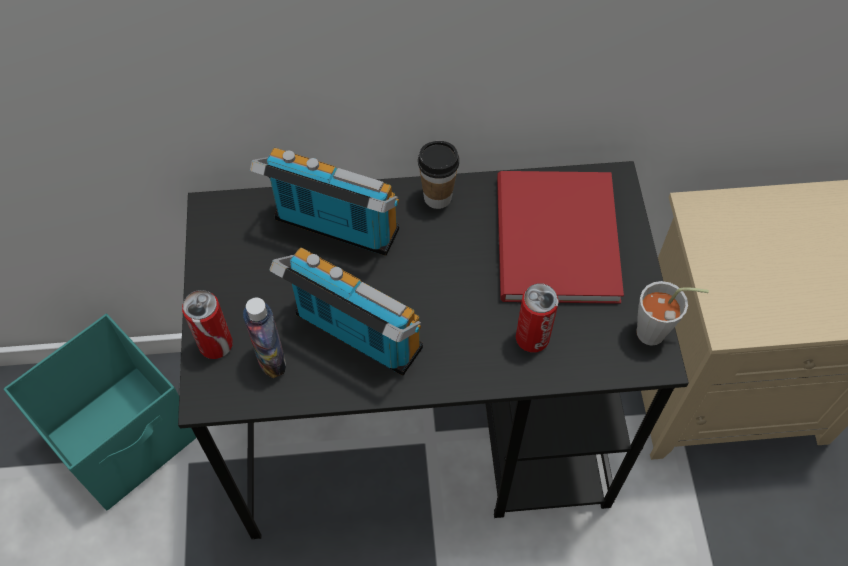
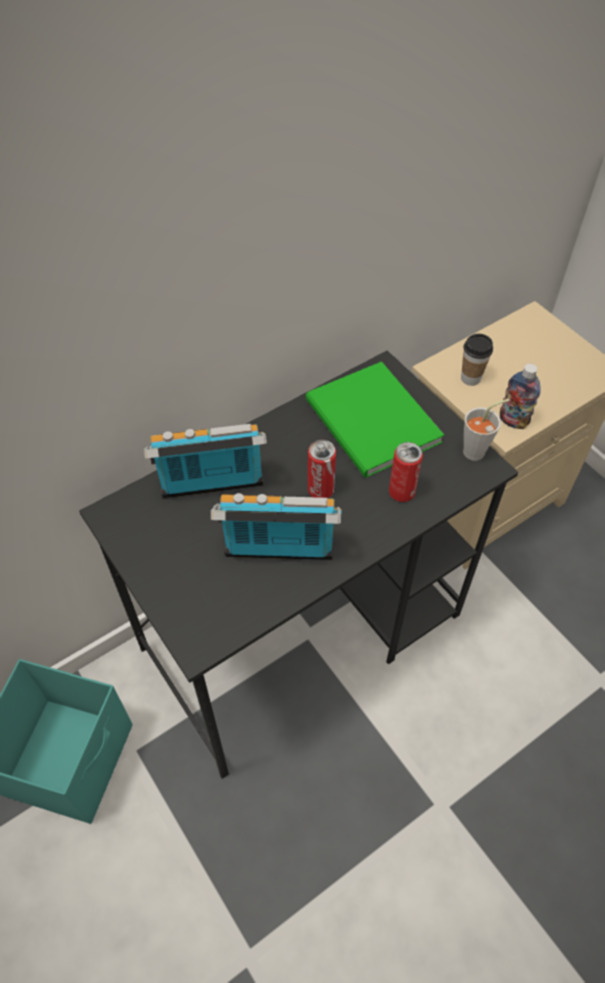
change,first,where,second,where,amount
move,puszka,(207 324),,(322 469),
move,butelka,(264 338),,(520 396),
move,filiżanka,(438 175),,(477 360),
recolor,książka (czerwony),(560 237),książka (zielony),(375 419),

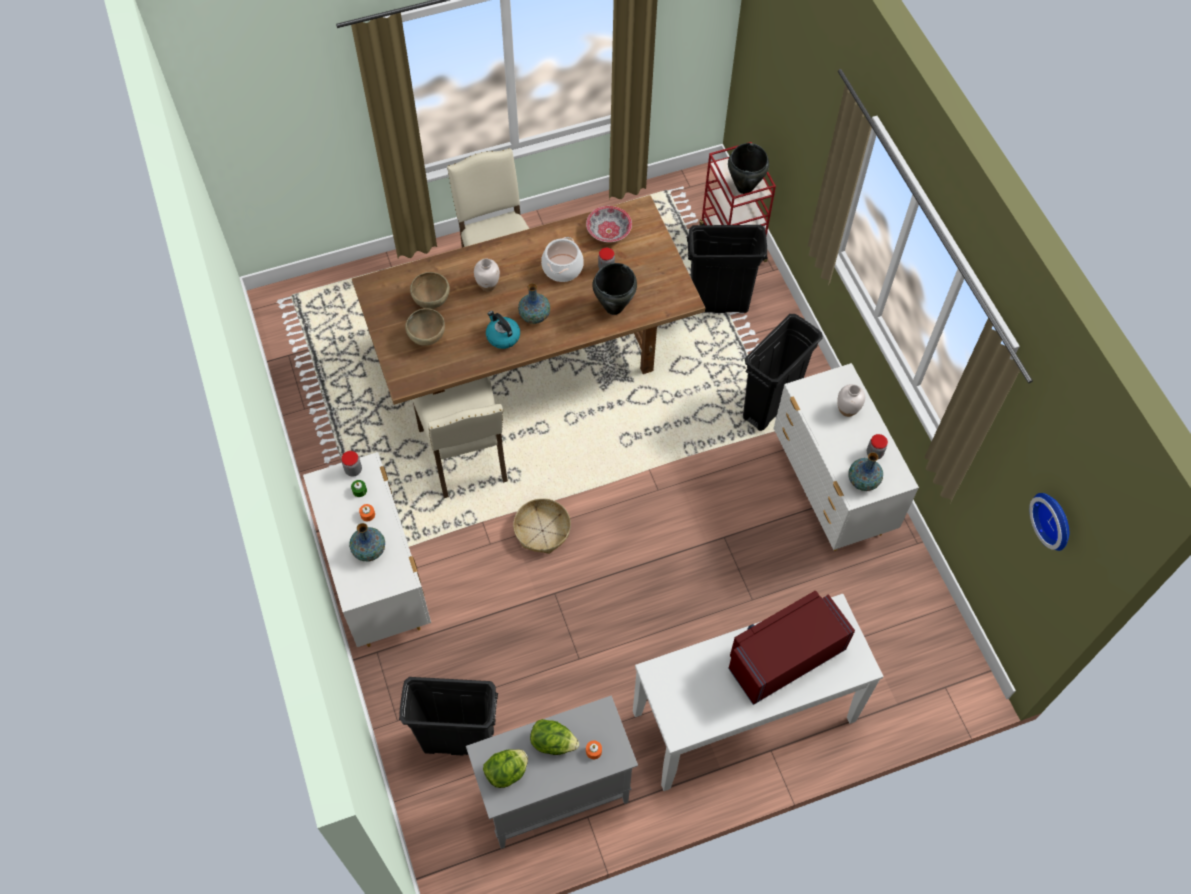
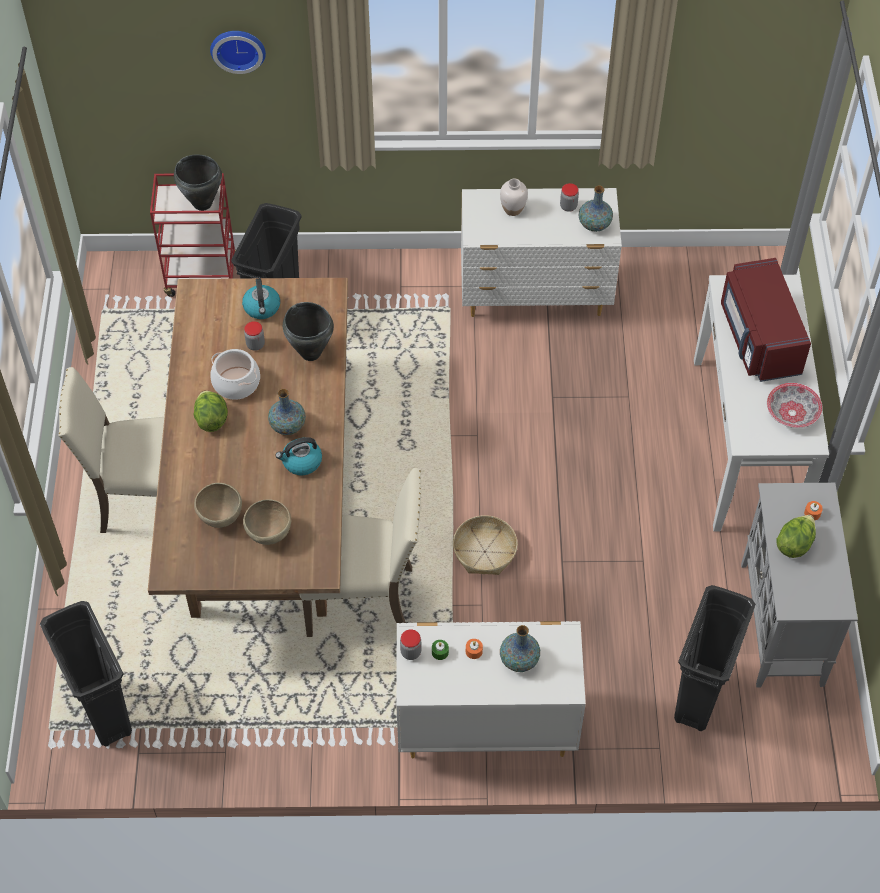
change,first,where,second,where,amount
delete,wazon (biały),(487 274),,,
insert,,,czajnik,(261 298),
move,sałata,(505 768),,(211 411),
move,miska,(609 224),,(794 405),
move,kosz na śmieci (czarny),(783 372),,(86 673),
move,zegar ścienny,(1049 522),,(238 52),

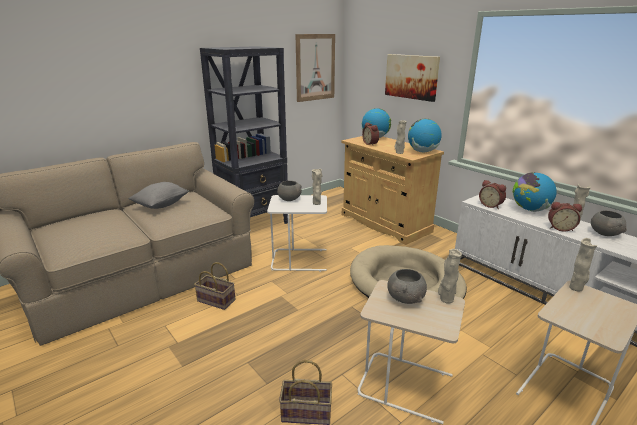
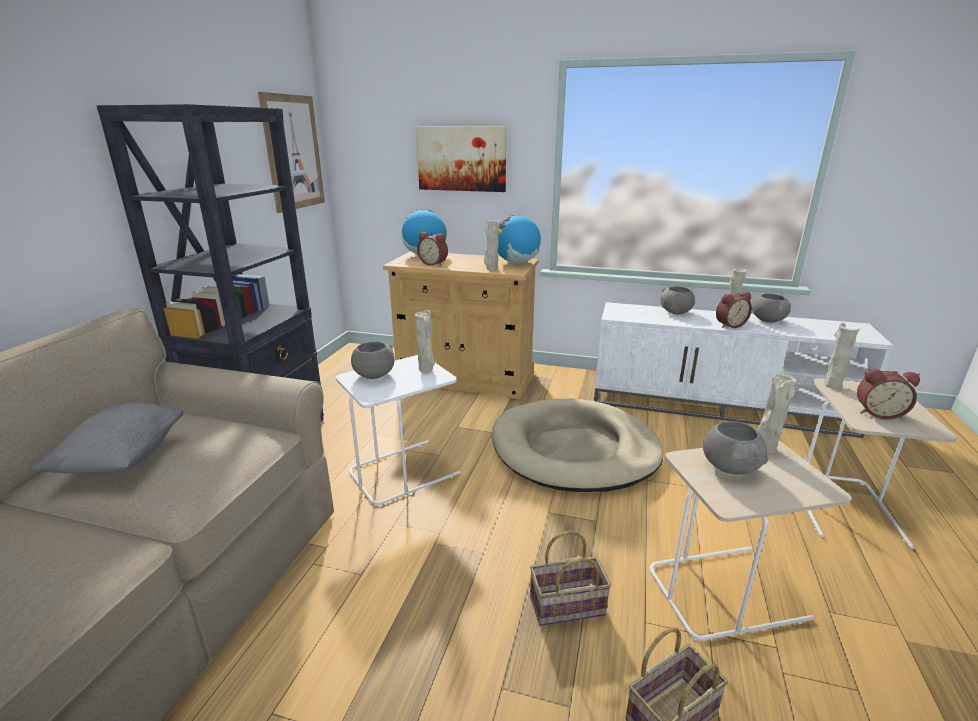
change,first,where,second,where,amount
move,koszyk,(215 286),,(570 578),
move,budzik,(492 194),,(888 394),
replace,globus,(535 192),miska (szary),(677 300),

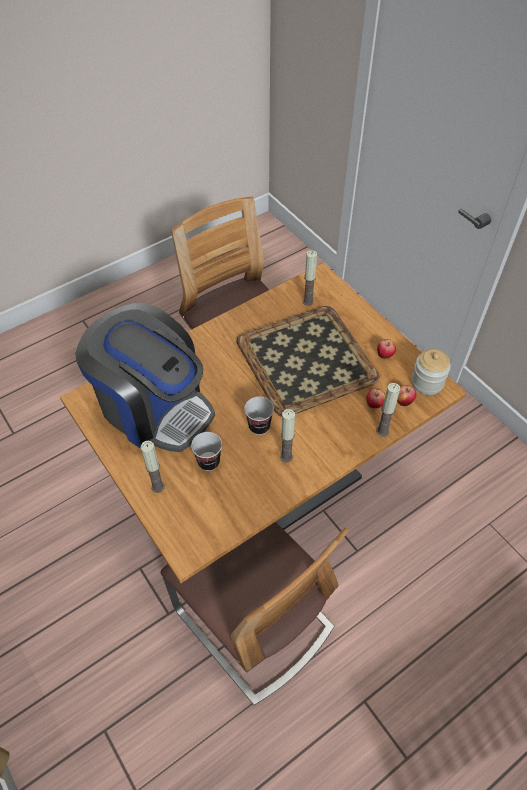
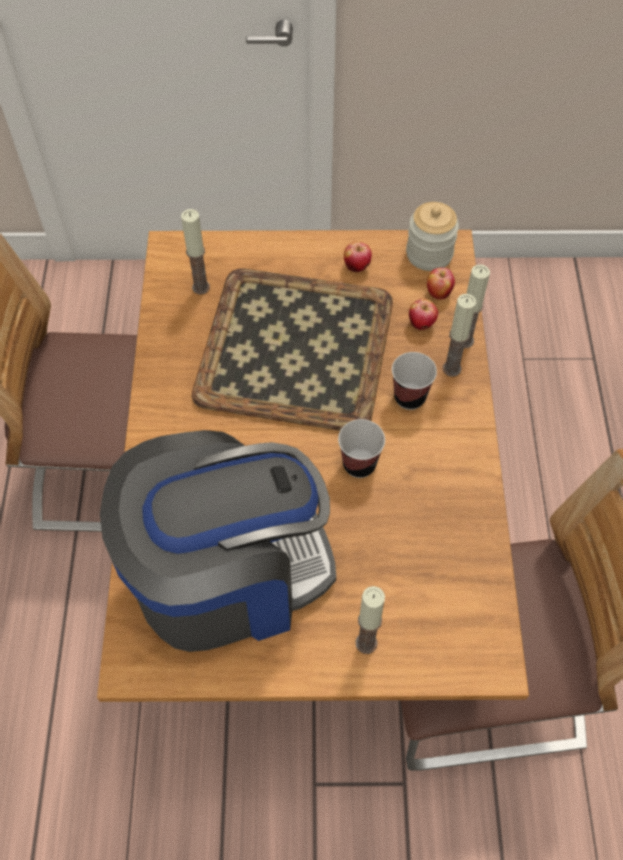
change,first,where,second,where,amount
move,filiżanka,(206 451),,(414 381),
move,świeca,(287 435),,(459 335),

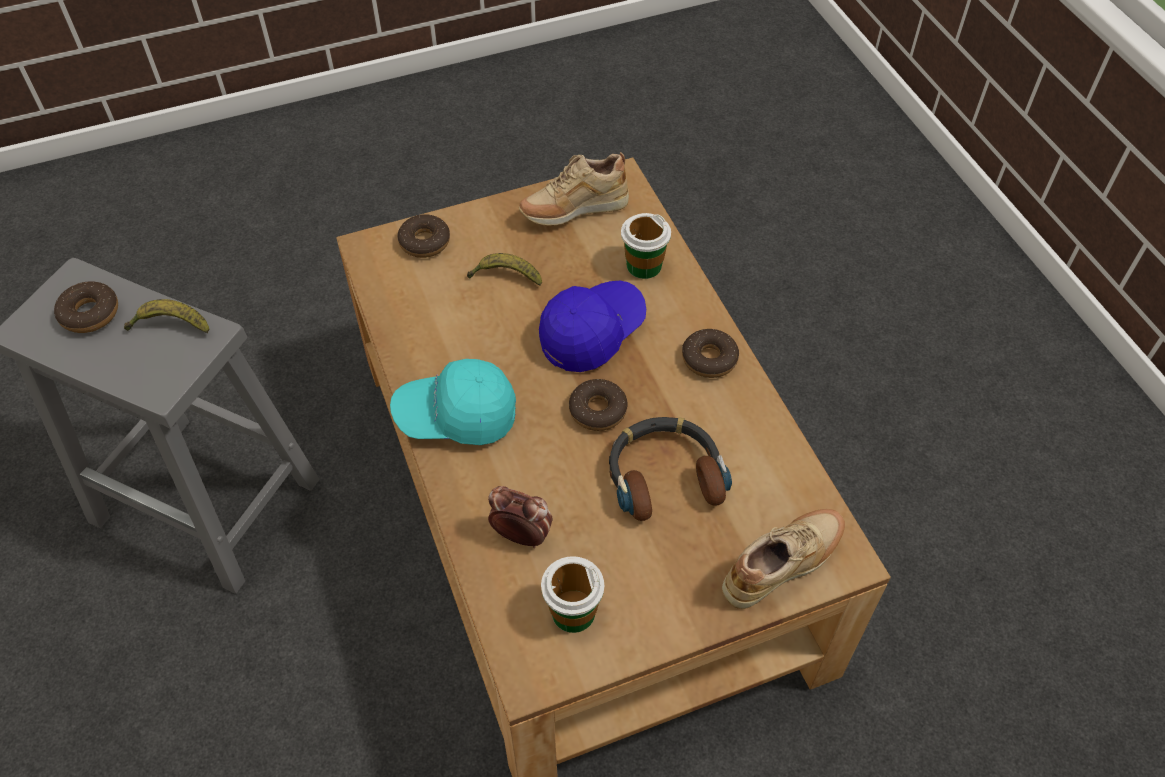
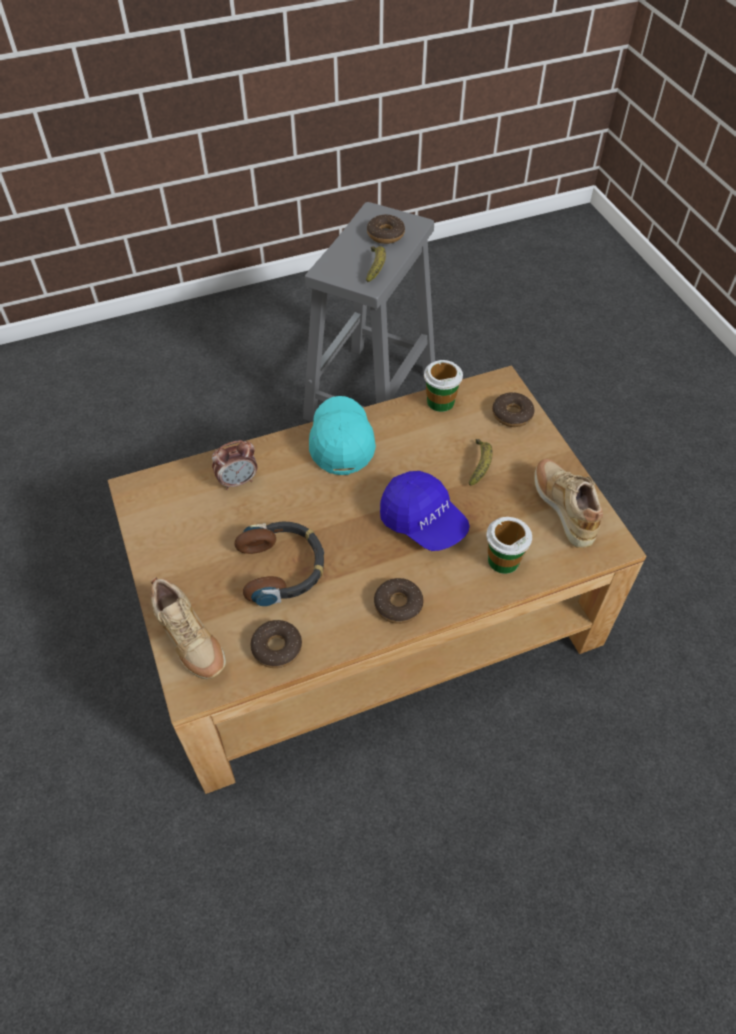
change,first,where,second,where,amount
move,filiżanka,(572 594),,(443 386),
move,donut,(598 405),,(276 644),
rotate,budzik,(520 517),,(235 465),45 degrees clockwise

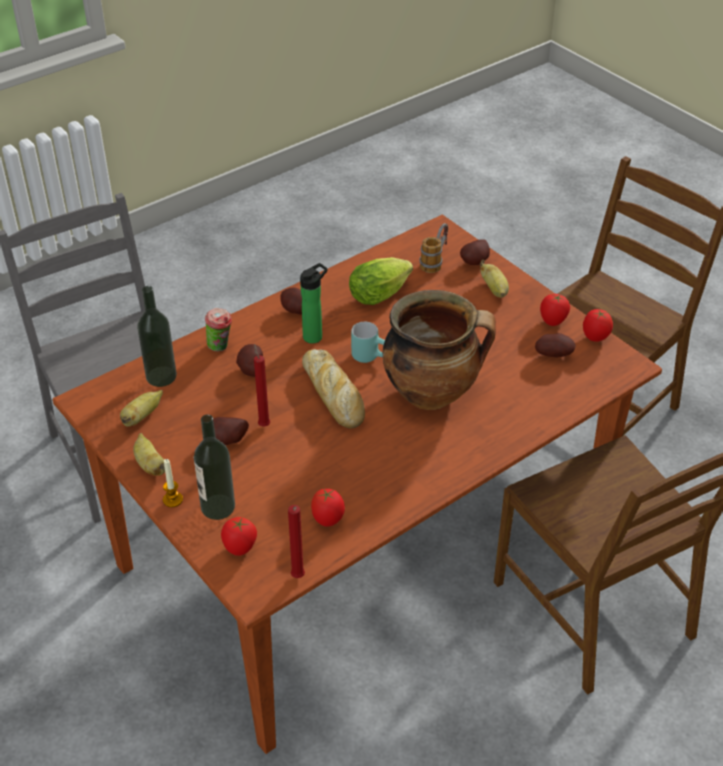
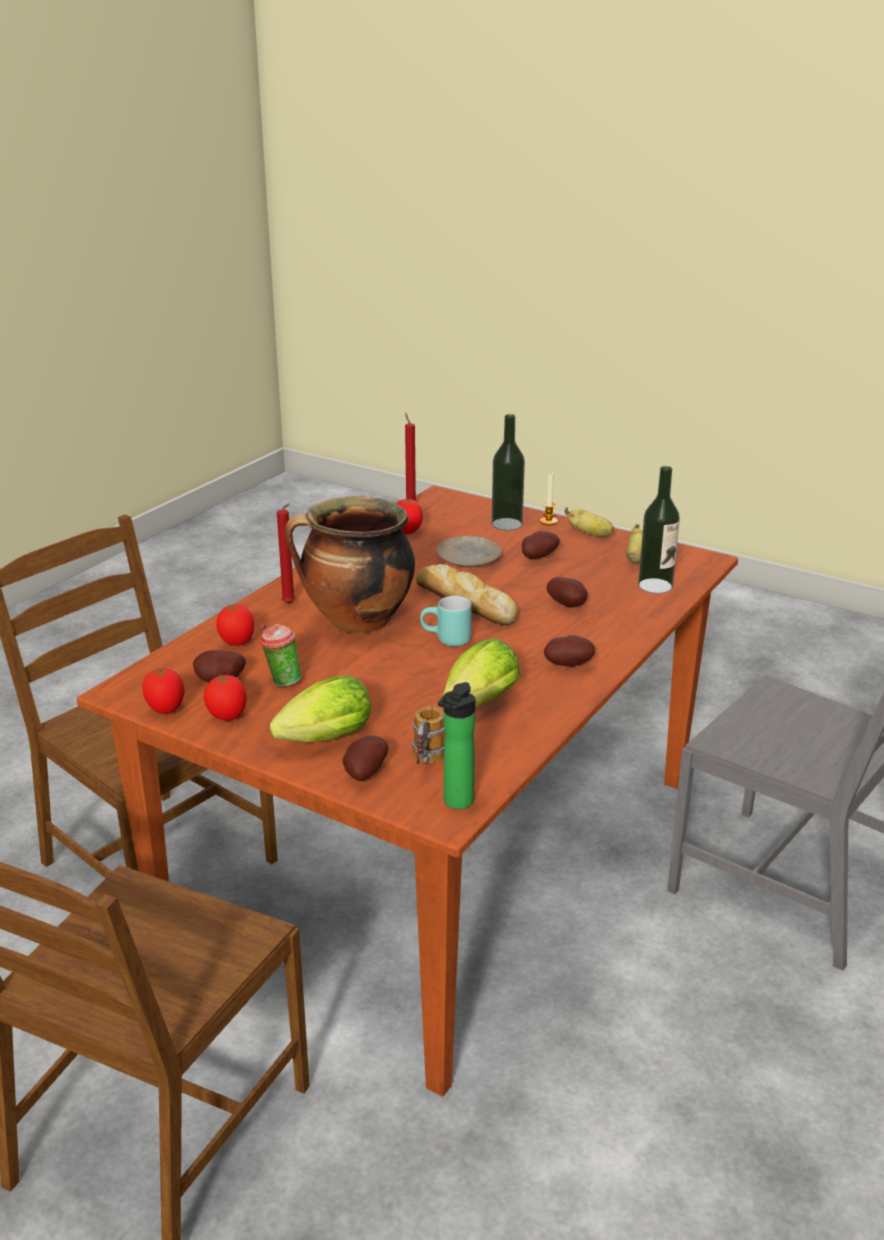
change,first,where,second,where,amount
insert,,,talerz (beżowy),(468 551),
move,filiżanka,(218 329),,(280 655),
move,pomidor,(239 536),,(235 625),
move,świeca (czerwony),(262 385),,(286 554),
move,butelka,(314 303),,(456 745),
replace,banan,(494 279),sałata,(320 709),

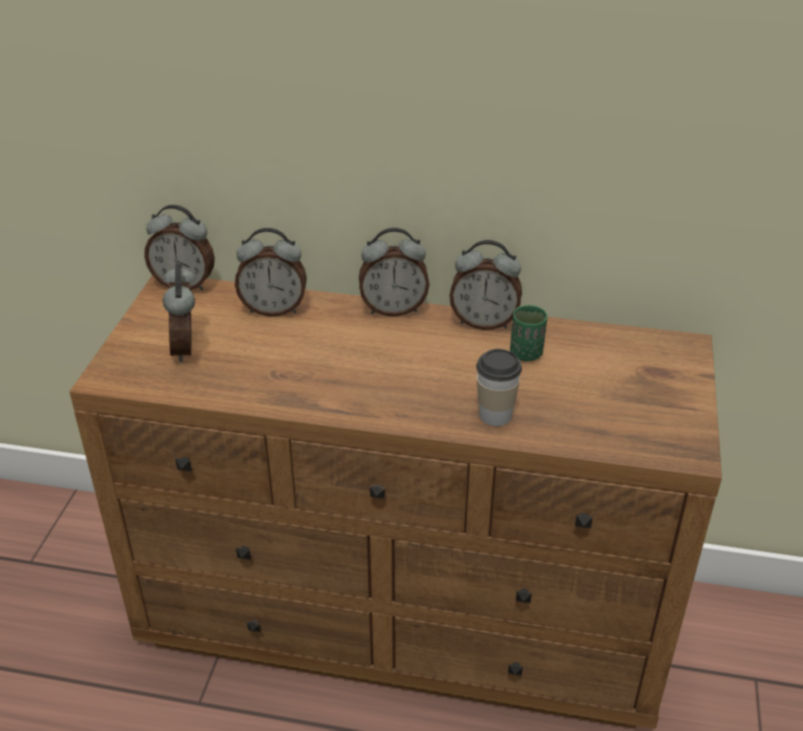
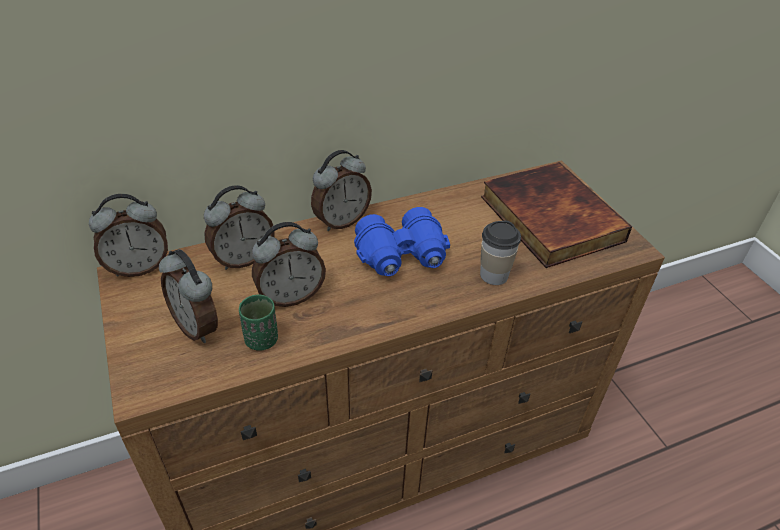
change,first,where,second,where,amount
insert,,,lornetka (niebieski),(402 241),
insert,,,książka,(556 215),
move,budzik,(485 285),,(289 264),
move,filiżanka (zielony),(528 333),,(258 323),

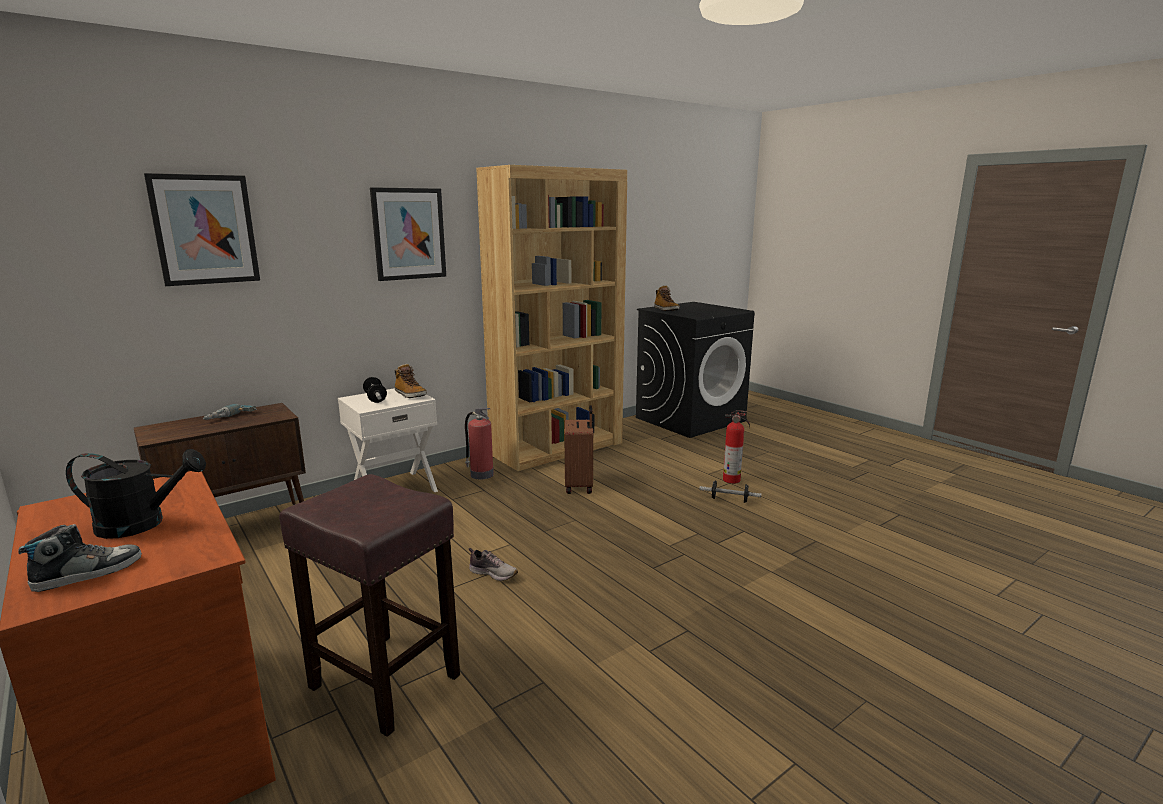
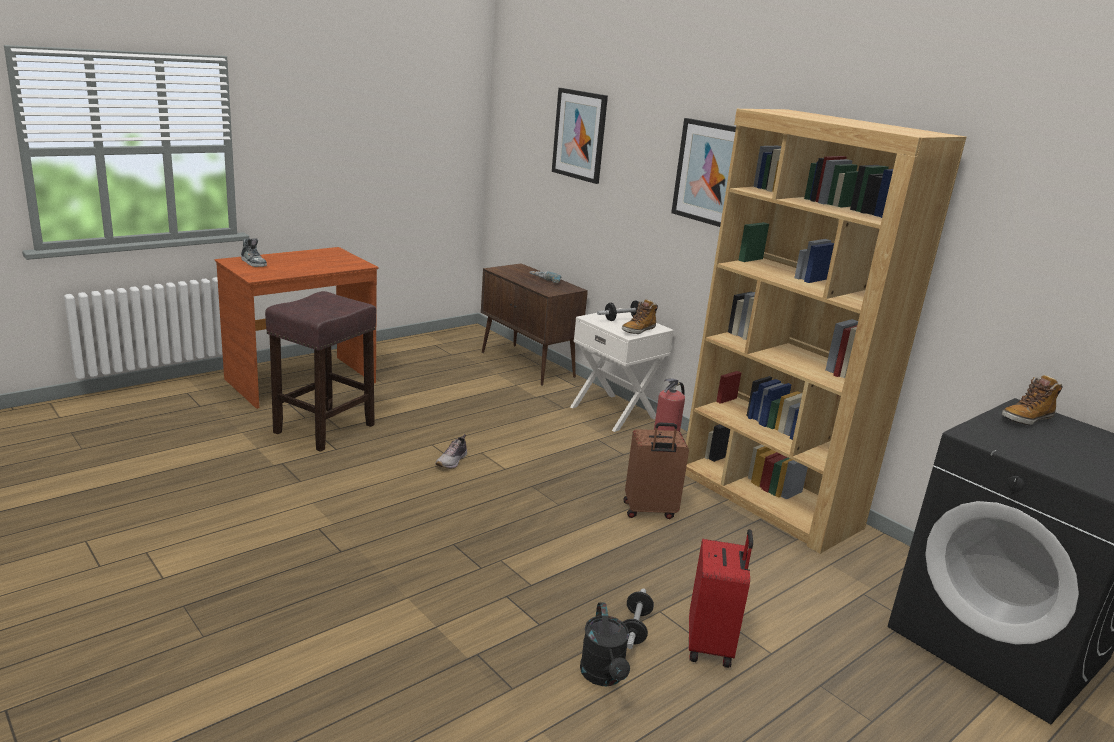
change,first,where,second,where,amount
move,konewka (czarny),(136 494),,(605 644),
replace,gaśnica,(736 447),walizka (czerwony),(721 598),

